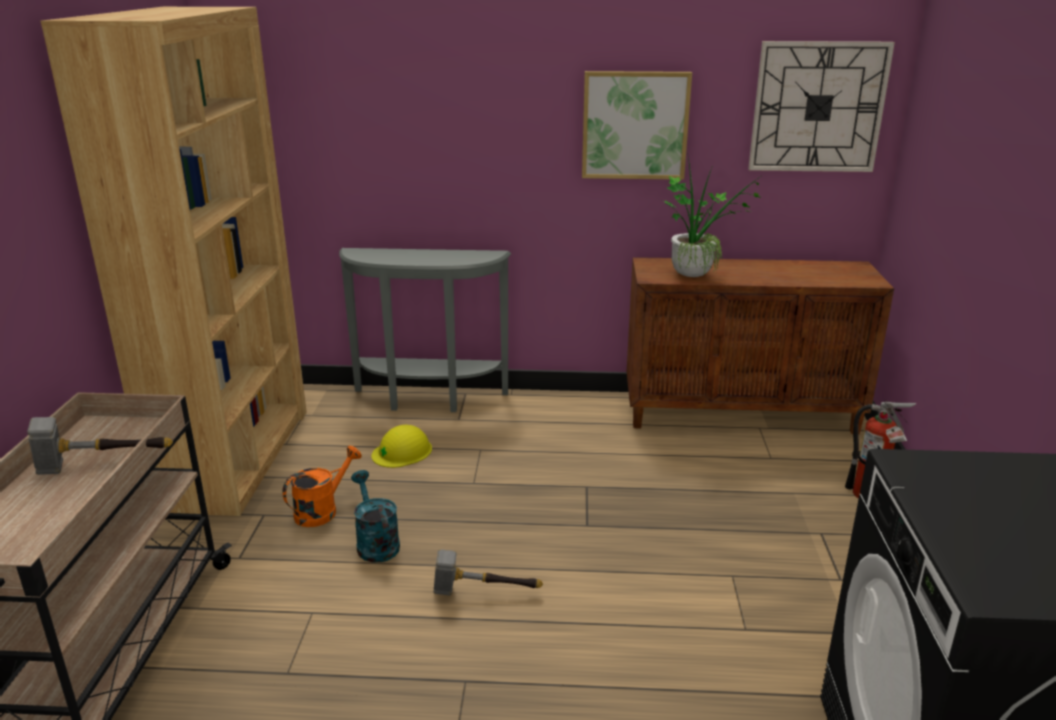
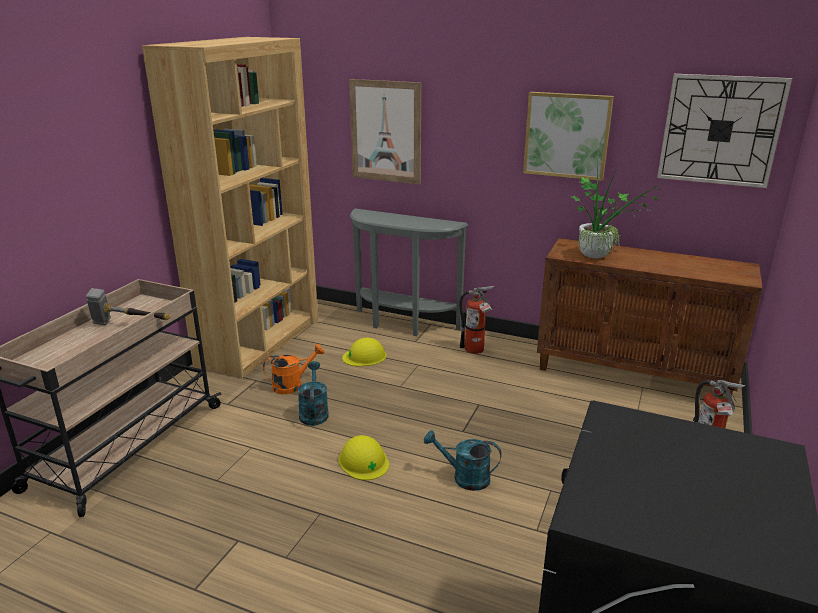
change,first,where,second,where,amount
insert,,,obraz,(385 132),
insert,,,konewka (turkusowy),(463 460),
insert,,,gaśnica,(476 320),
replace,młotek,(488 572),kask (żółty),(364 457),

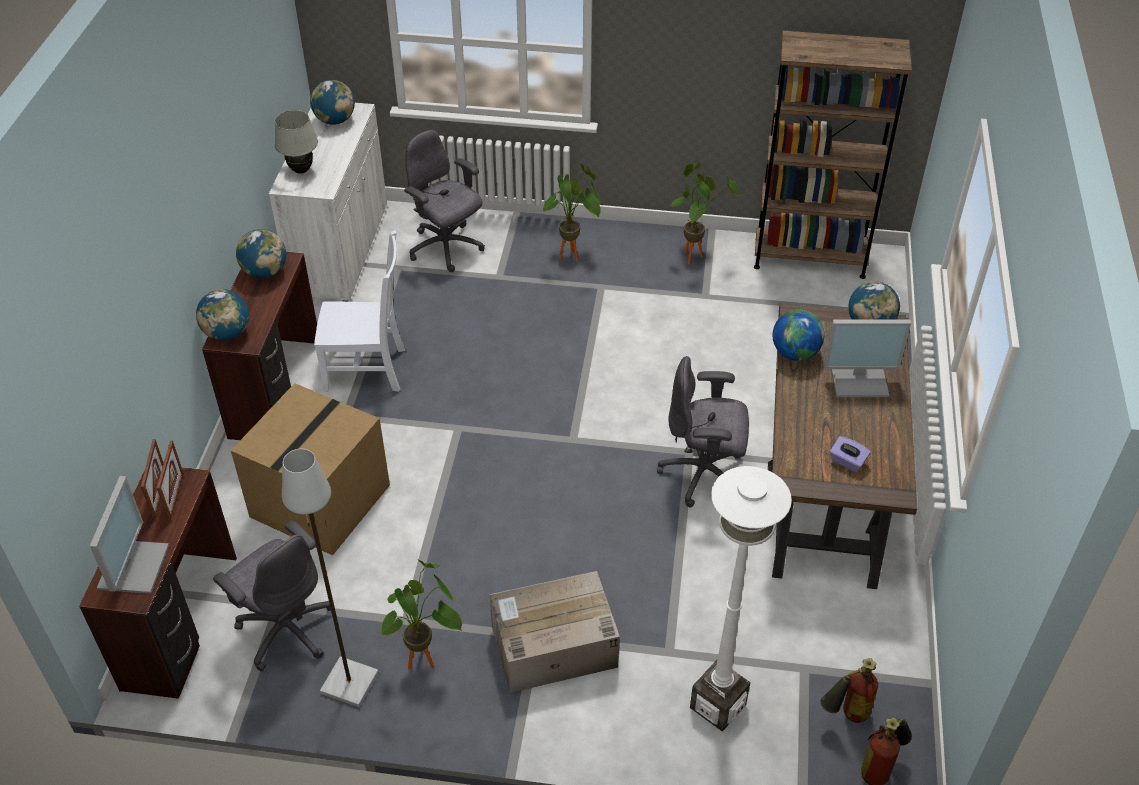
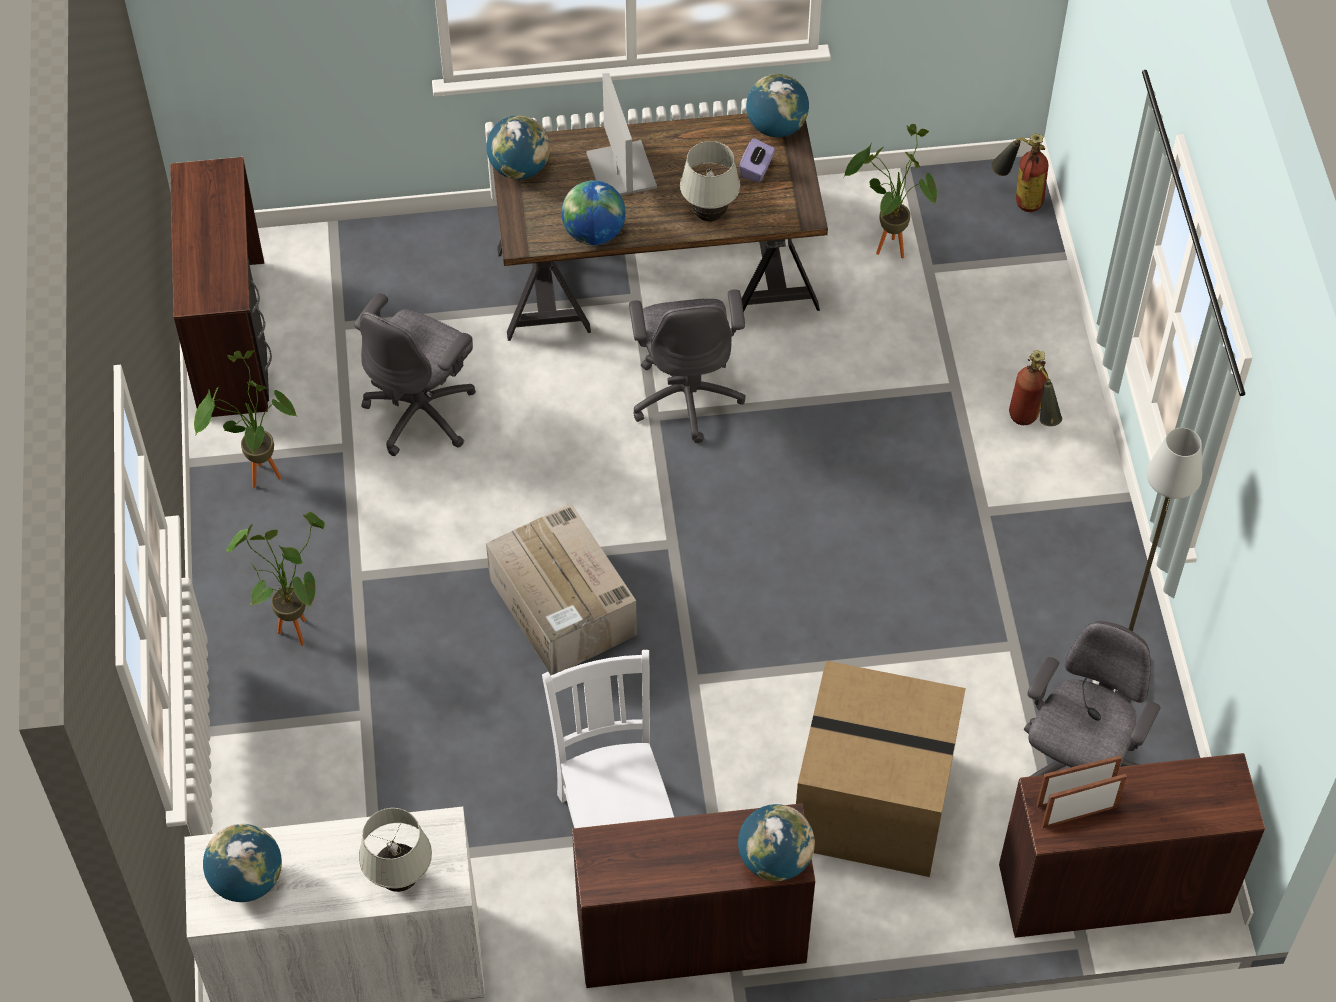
change,first,where,second,where,amount
delete,monitor,(129 535),,,
delete,lampa stojąca (biały),(741 598),,,
insert,,,lampa stołowa (biały),(710 181),
move,globus,(261 253),,(777 105),
move,roślina doniczkowa,(421 614),,(890 191),
move,krzesło biurowe (szary),(444 201),,(415 374),
move,karton,(554 632),,(561 589),
move,gaśnica,(849 690),,(1035 388),
replace,regał (brązowy),(833 155),biurko (brązowy),(221 287),

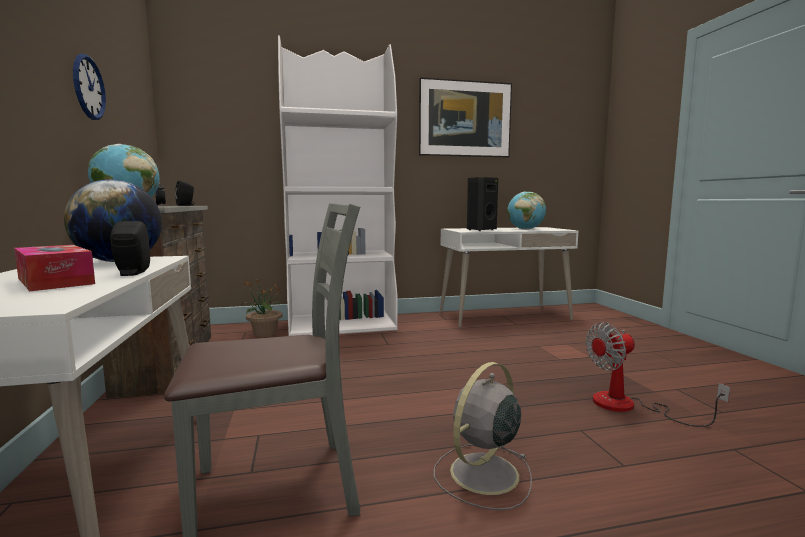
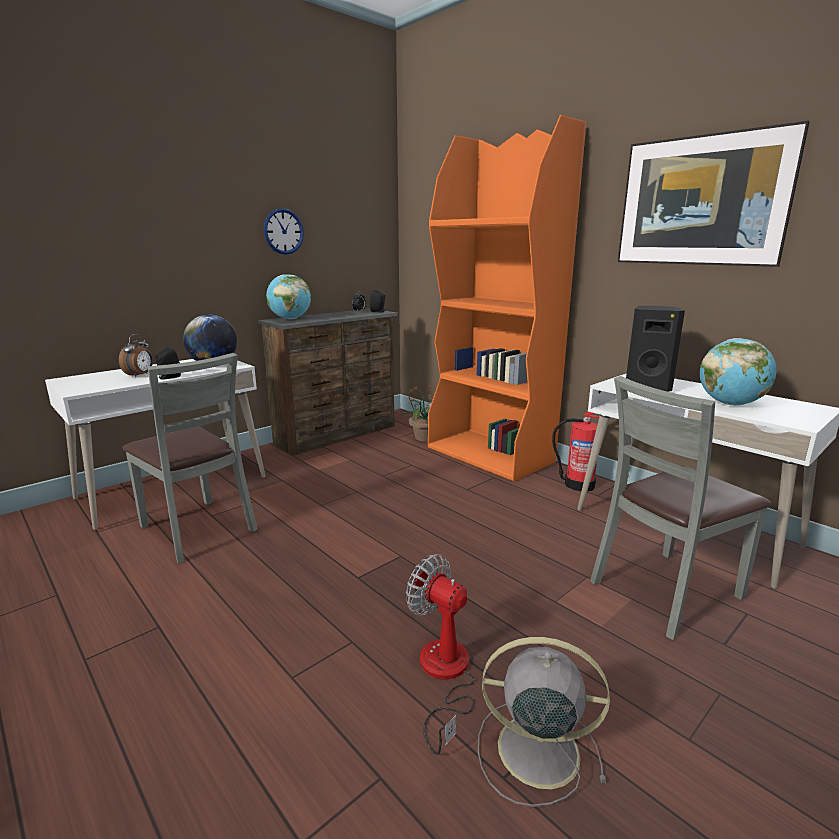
change,first,where,second,where,amount
insert,,,gaśnica,(575 451),
insert,,,krzesło (szary),(680 508),
move,wentylator (szary),(483 436),,(544 722),
replace,pudełko chusteczek,(54 268),budzik,(136 355),
recolor,regał (biały),(338 185),regał (pomarańczowy),(507 298),

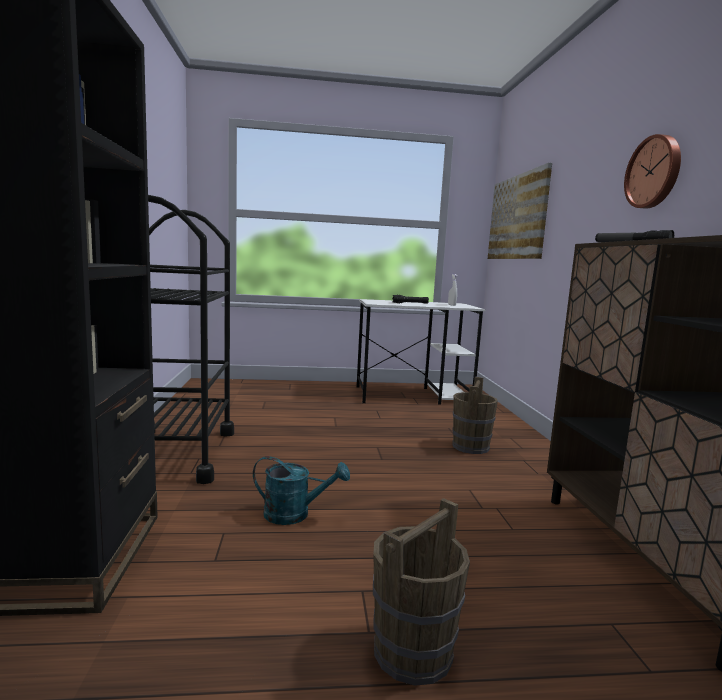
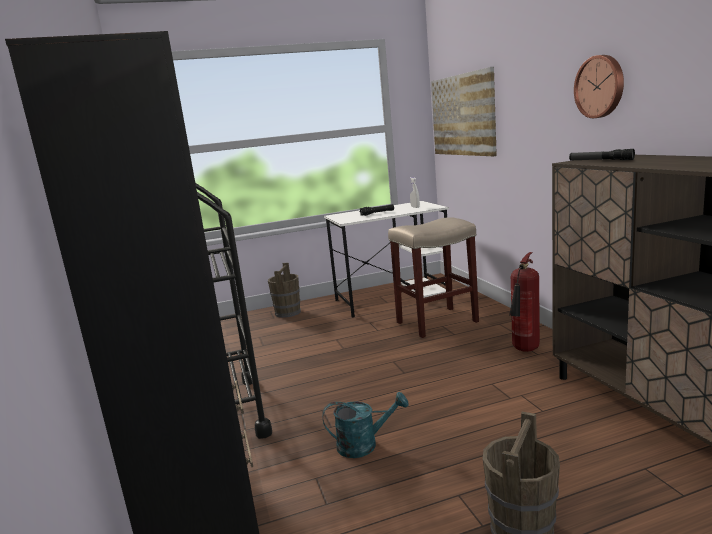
change,first,where,second,where,amount
insert,,,stołek (beżowy),(433 277),
insert,,,gaśnica,(524 302),
move,wiadro (brązowy),(475 415),,(284 290),

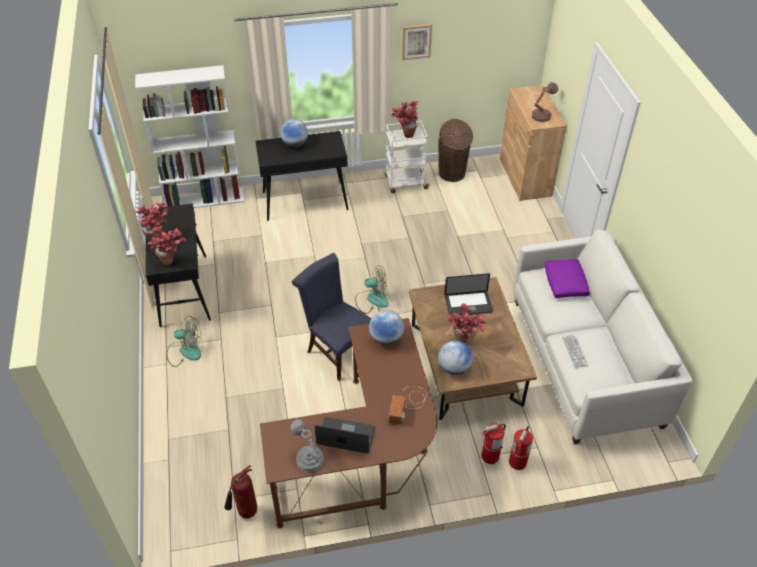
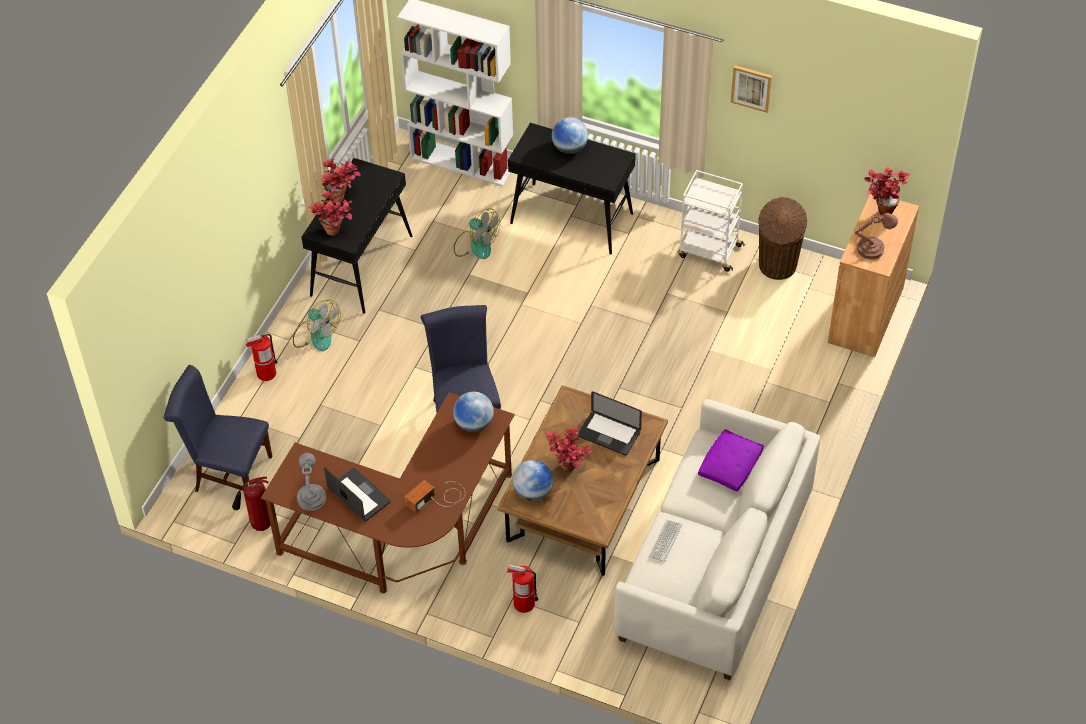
change,first,where,second,where,amount
insert,,,krzesło (niebieski),(218 428),
move,wentylator,(372 289),,(477 233),
move,roślina doniczkowa,(404 119),,(887 191),
move,gaśnica,(521 448),,(262 357),

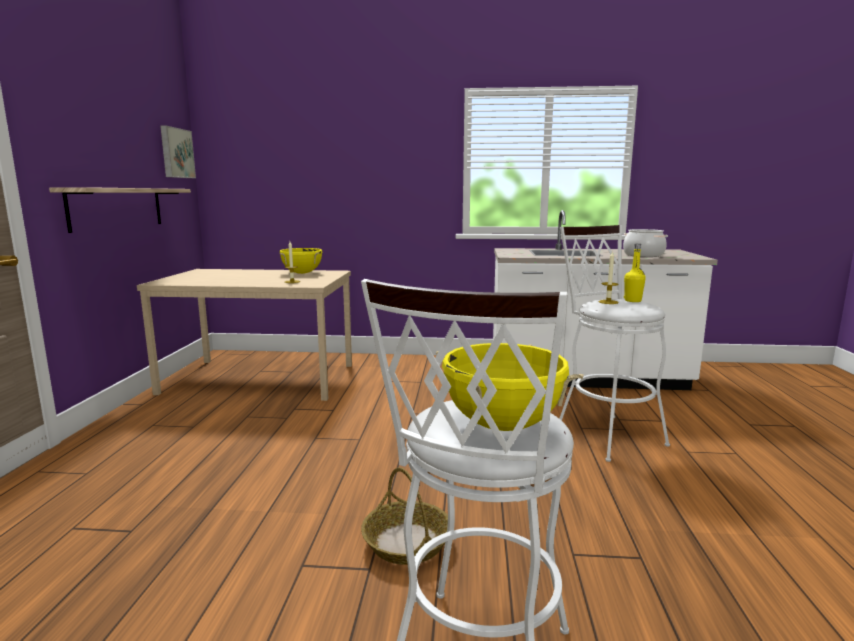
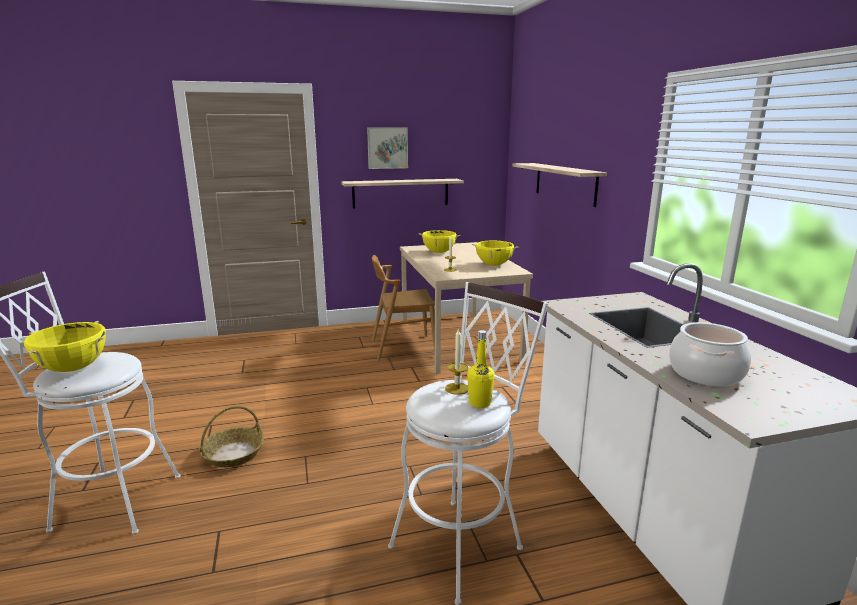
change,first,where,second,where,amount
insert,,,krzesło (brązowy),(403 308),
insert,,,garnek (żółty),(439 241),
insert,,,półka,(559 185),
move,obraz,(178 152),,(387 148),

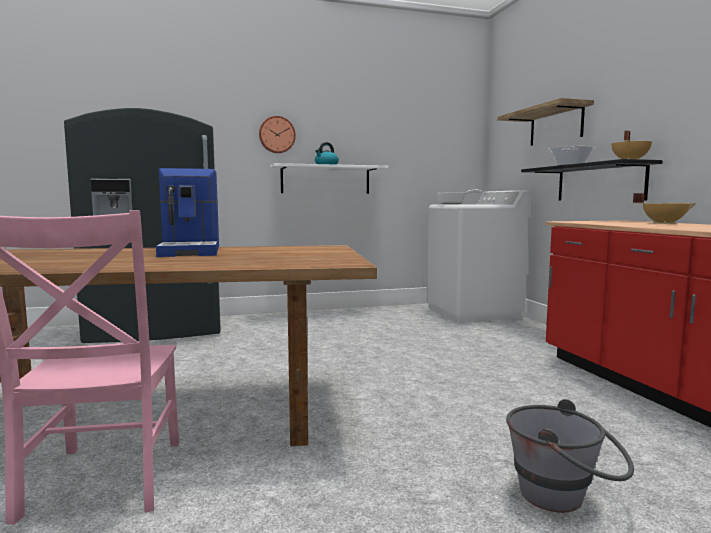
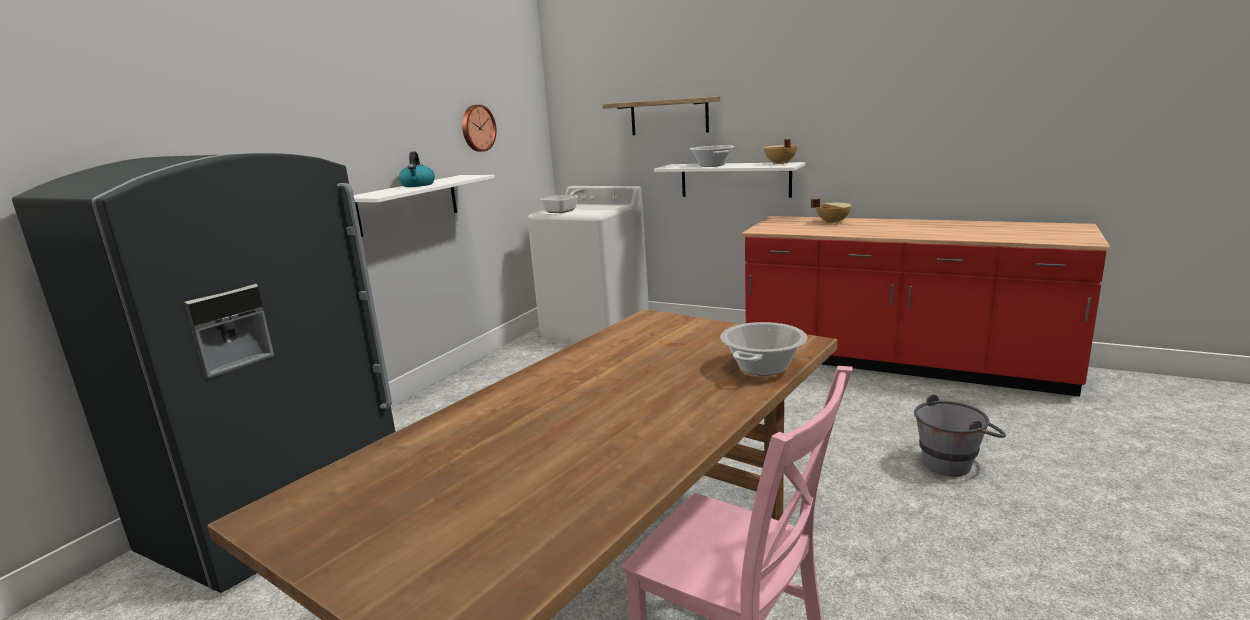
change,first,where,second,where,amount
delete,ekspres do kawy,(187 212),,,
insert,,,garnek,(763 349),
move,zegar ścienny,(277 134),,(479 128),
recolor,półka (czarny),(592 180),półka (biały),(729 180),

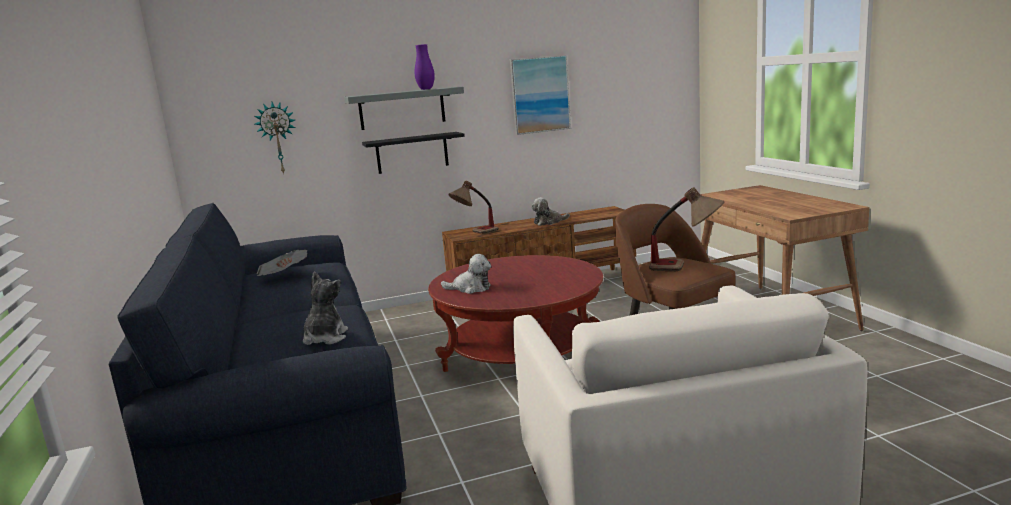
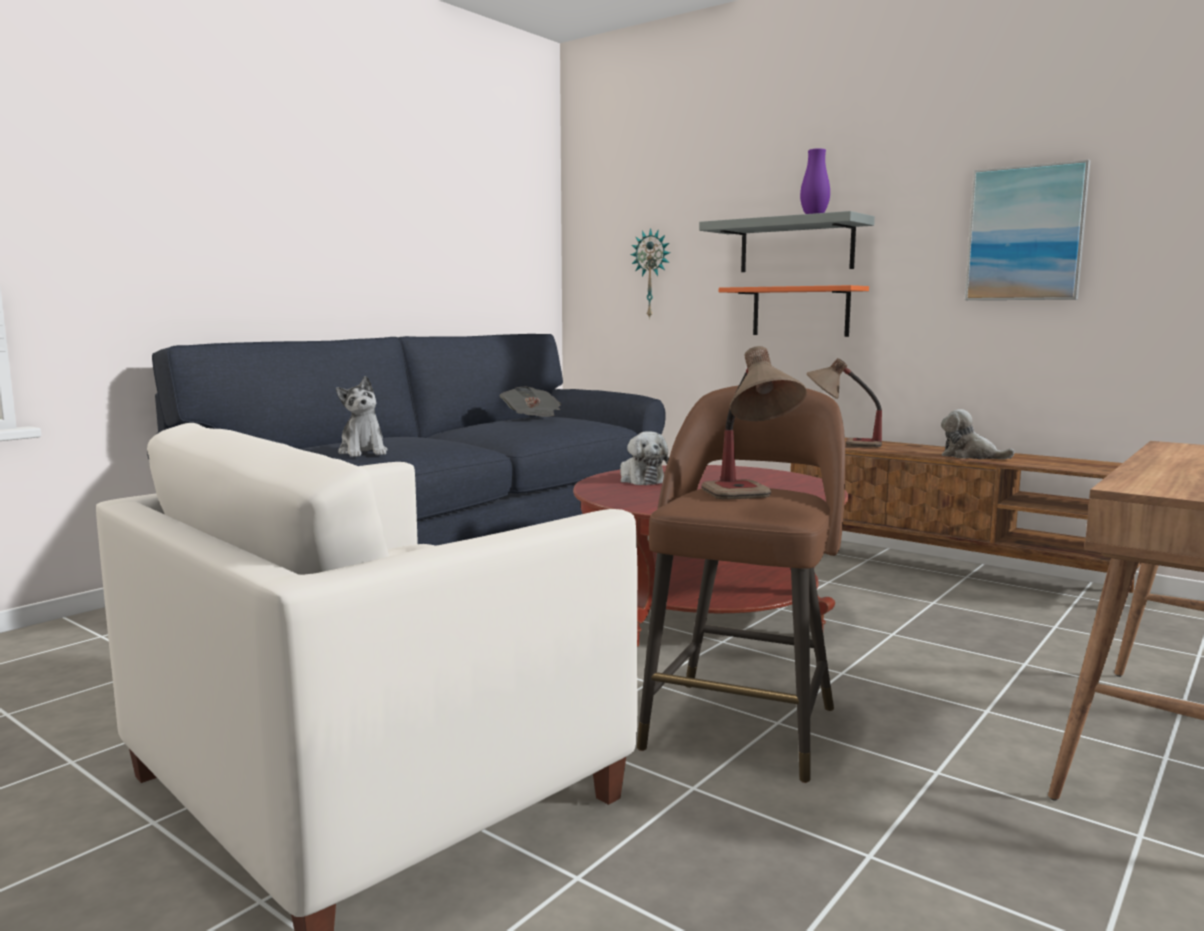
change,first,where,second,where,amount
recolor,półka (czarny),(413 153),półka (pomarańczowy),(794 311),
rotate,pluszak,(325 308),,(362 416),90 degrees clockwise

